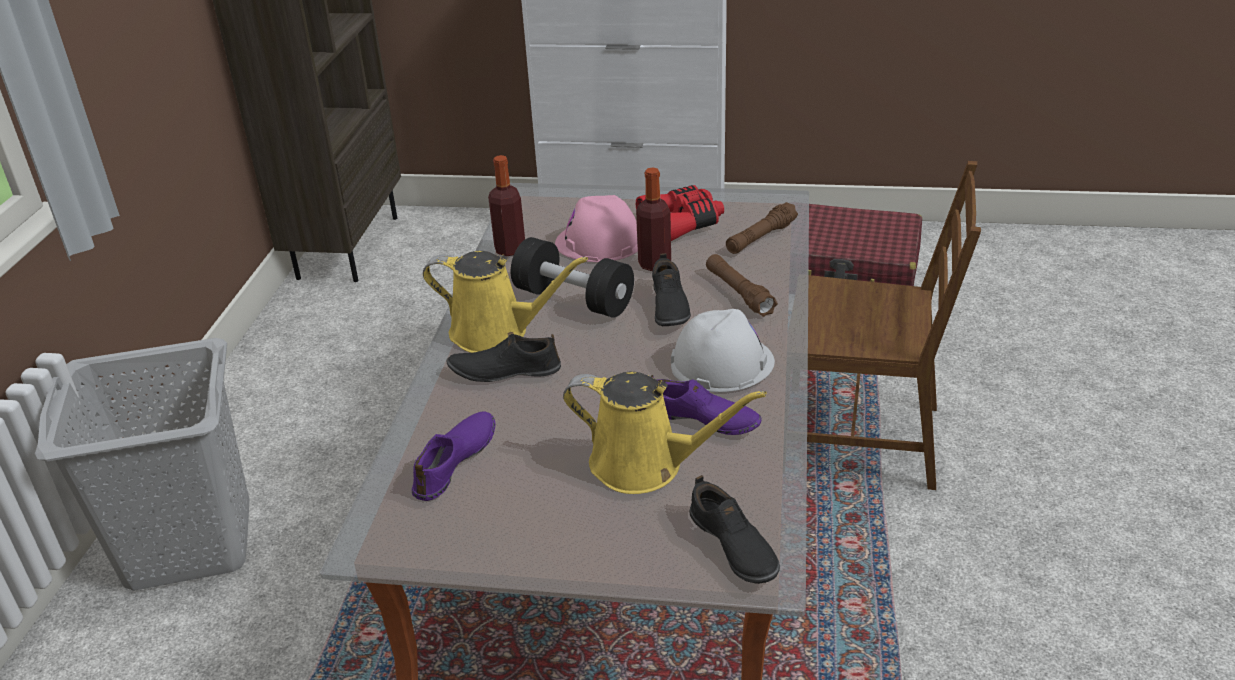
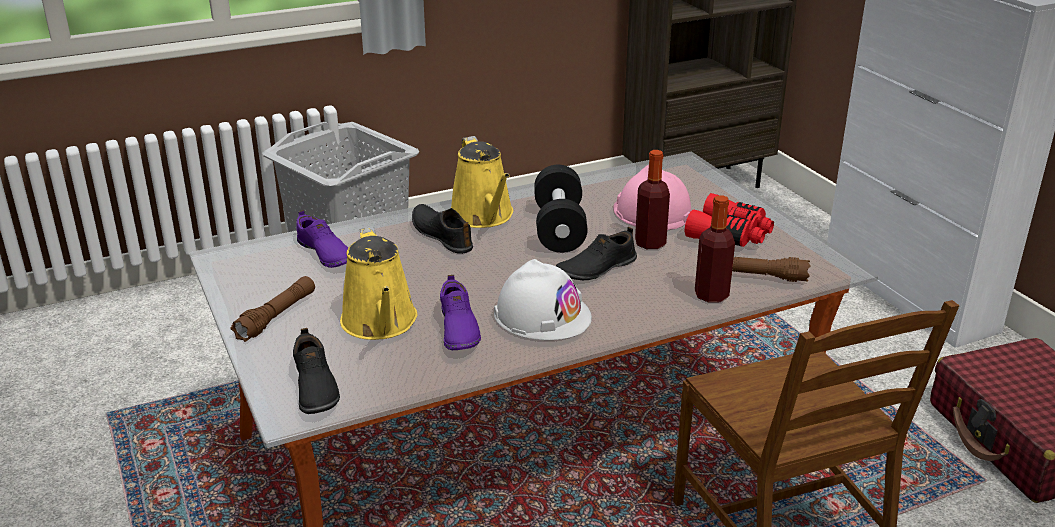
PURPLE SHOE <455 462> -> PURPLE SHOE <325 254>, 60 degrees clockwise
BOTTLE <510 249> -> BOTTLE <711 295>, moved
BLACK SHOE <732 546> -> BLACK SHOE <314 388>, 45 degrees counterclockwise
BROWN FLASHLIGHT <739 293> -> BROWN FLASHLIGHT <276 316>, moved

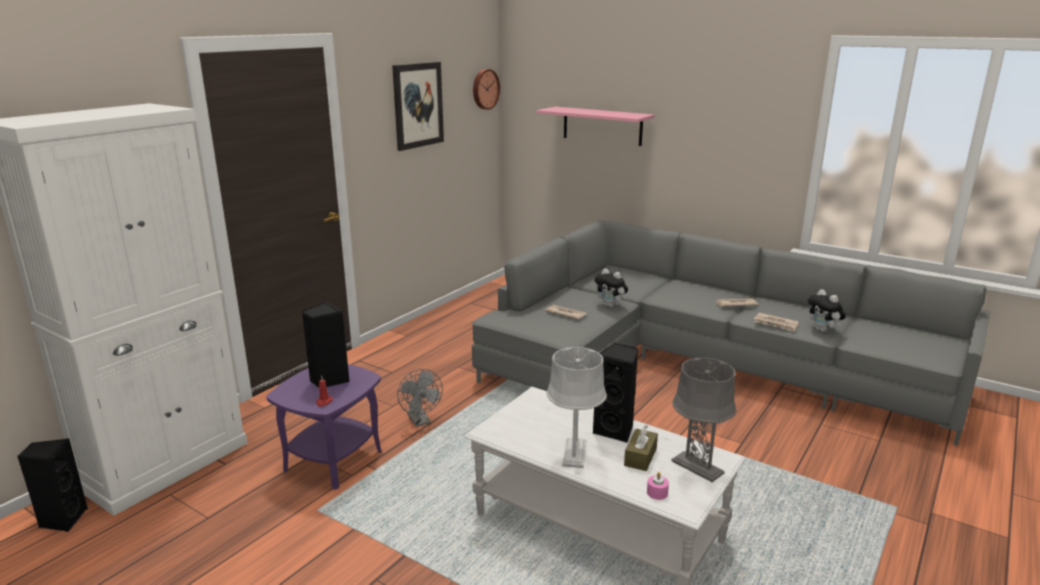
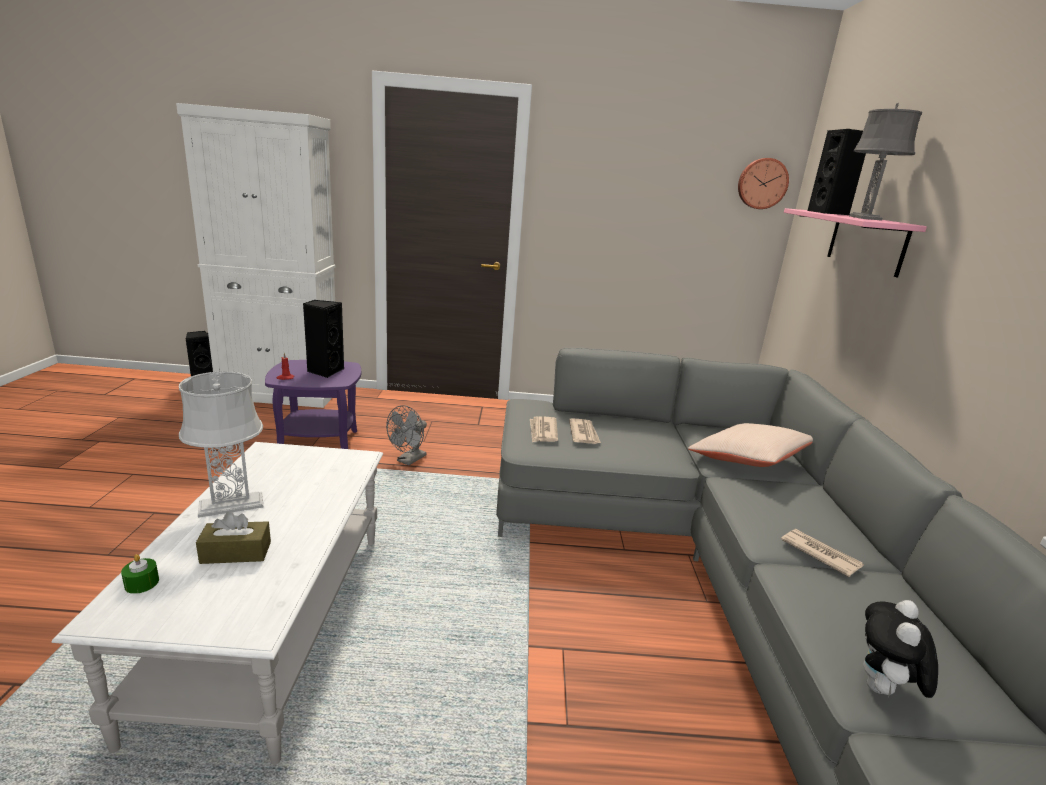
PICTURE <418 105> -> none
BLACK SPEAKER <616 430> -> BLACK SPEAKER <829 213>, moved
PLUSH TOY <611 306> -> none
PINK CANDLE <657 493> -> GREEN CANDLE <142 583>
GREY TABLE LAMP <698 467> -> GREY TABLE LAMP <865 218>, moved
NEWSPAPER <775 324> -> NEWSPAPER <543 431>, moved
none -> BEIGE PILLOW <748 460>

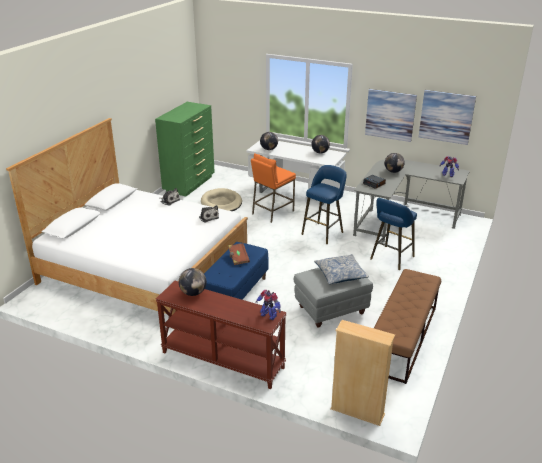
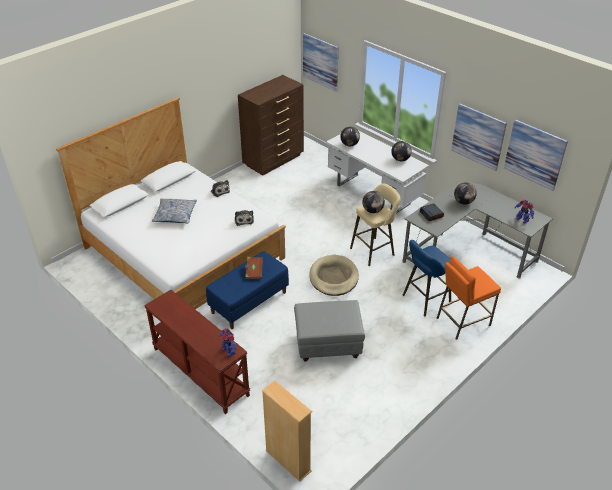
GREEN DRESSER <190 184> -> BROWN DRESSER <274 160>
GLOBE <193 293> -> GLOBE <372 211>, moved
BEIGE DOG BED <221 203> -> BEIGE DOG BED <333 277>, moved
ORANGE STOOL <272 212> -> ORANGE STOOL <462 321>, moved
BLUE STOOL <323 232> -> BEIGE STOOL <374 250>
PILLOW <340 274> -> PILLOW <175 215>, moved
BROWN BENCH <403 338> -> none
none -> PICTURE <320 61>

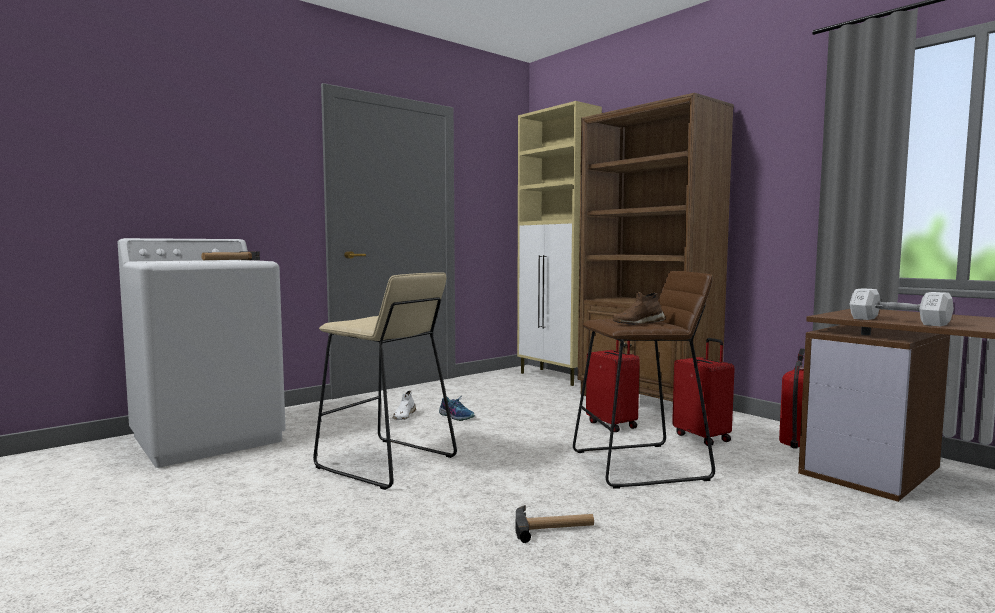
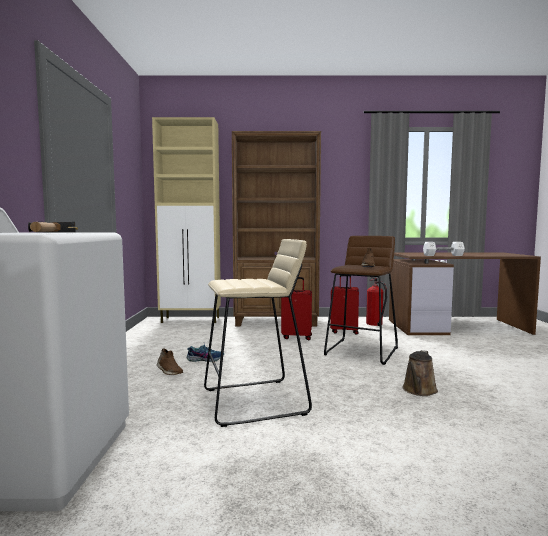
WHITE SHOE <404 416> -> BROWN SHOE <169 371>
HAMMER <554 527> -> BROWN WATERING CAN <419 390>

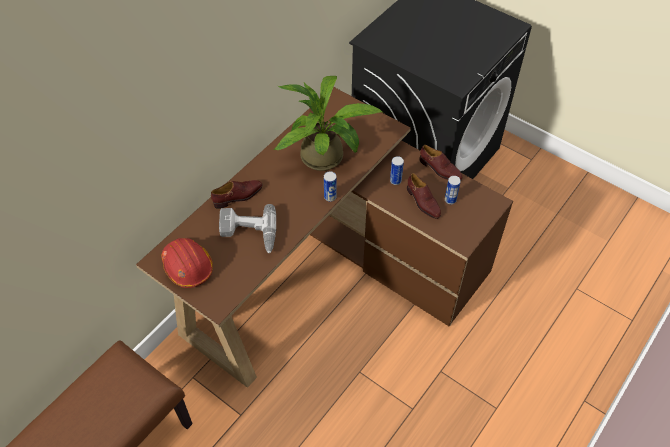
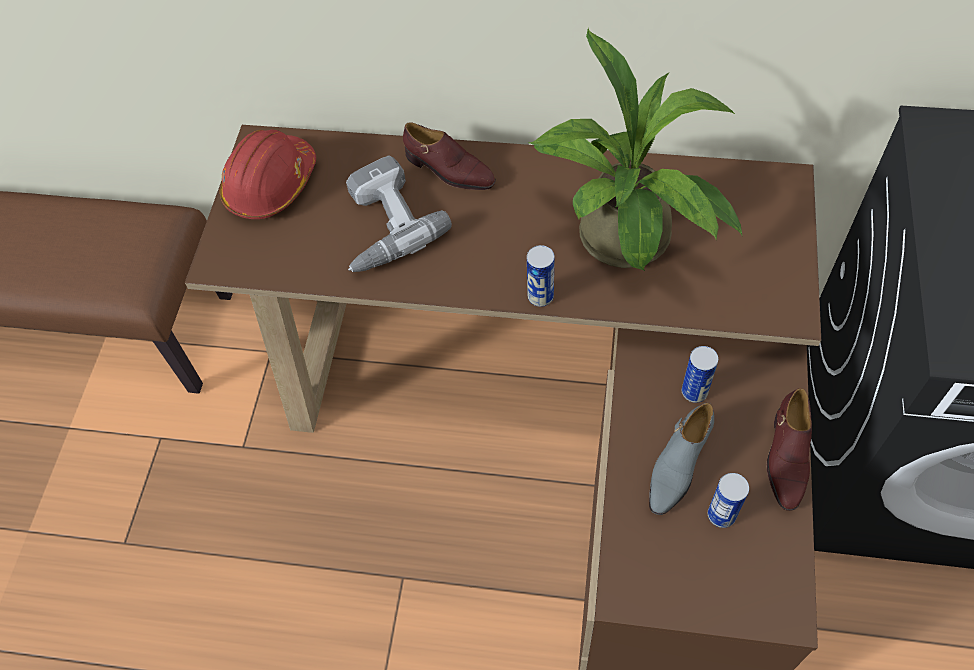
BROWN SHOE <423 202> -> GREY SHOE <677 466>

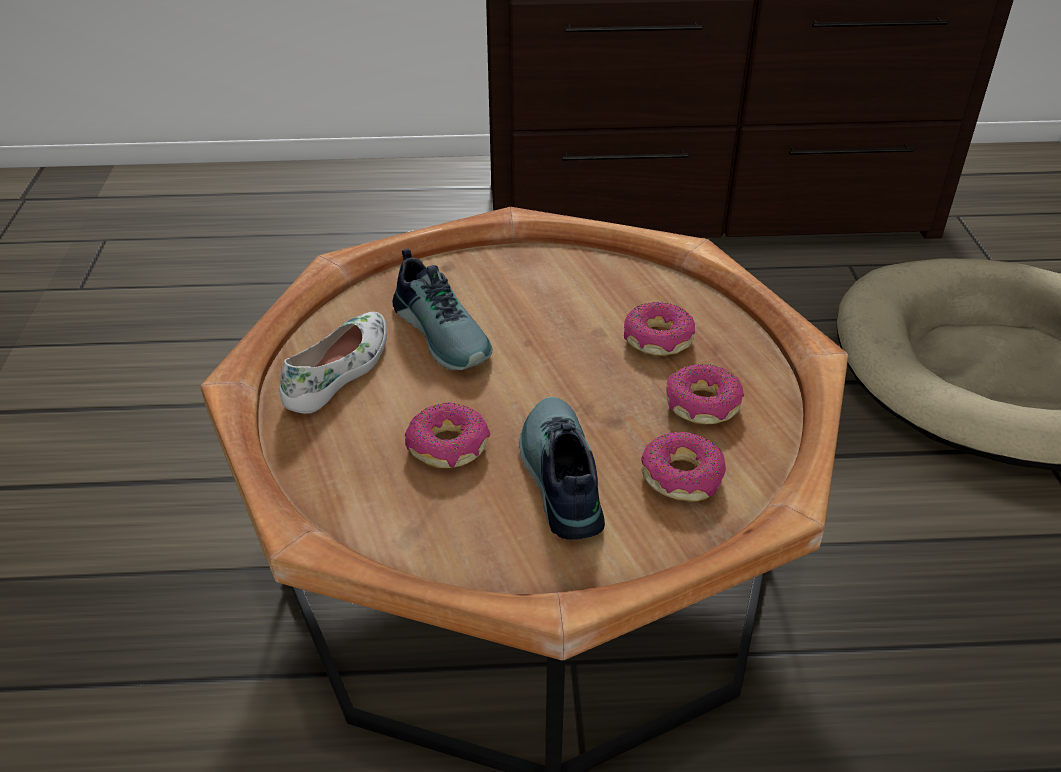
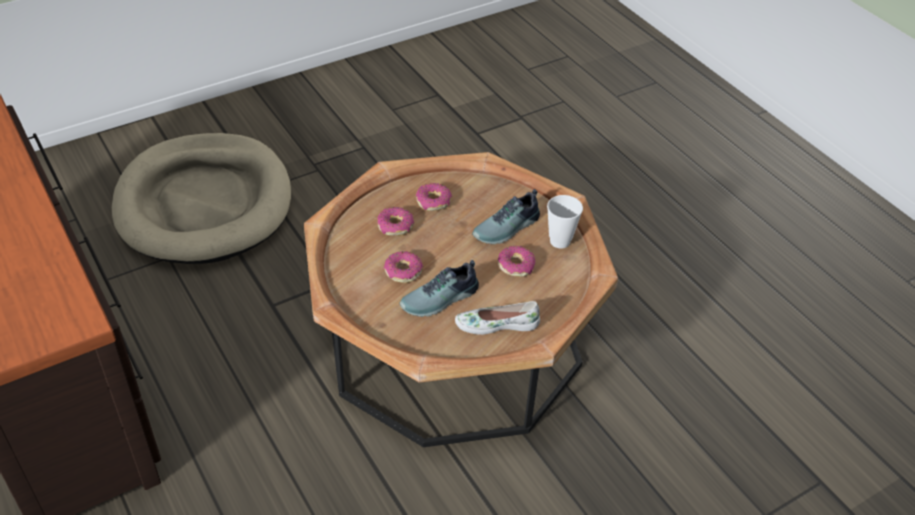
SHOE <444 333> -> SHOE <441 300>, 150 degrees counterclockwise
DONUT <682 476> -> DONUT <403 272>, moved
none -> CUP <560 241>

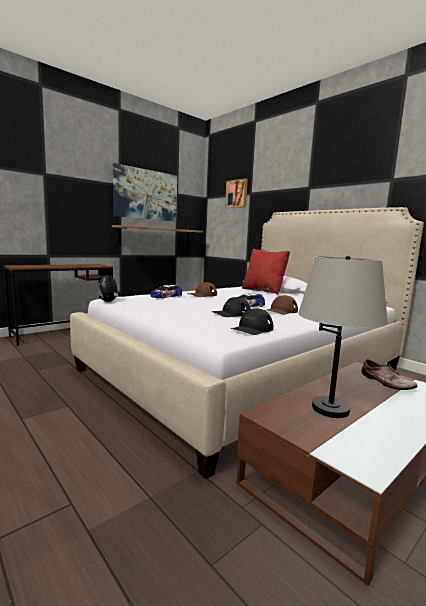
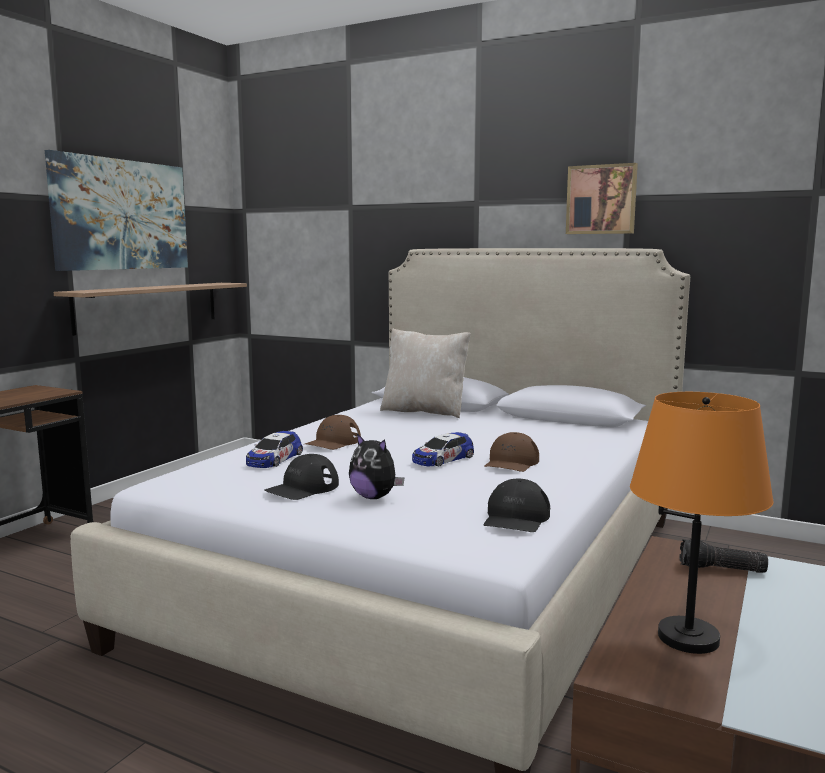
PLUSH TOY <109 301> -> PLUSH TOY <374 497>, moved
BLACK CAP <231 313> -> BLACK CAP <302 488>, moved
PICTURE <237 194> -> PICTURE <601 199>, moved
RED PILLOW <263 291> -> BEIGE PILLOW <425 411>
GREY TABLE LAMP <331 409> -> ORANGE TABLE LAMP <689 638>
SHOE <386 383> -> FLASHLIGHT <721 569>

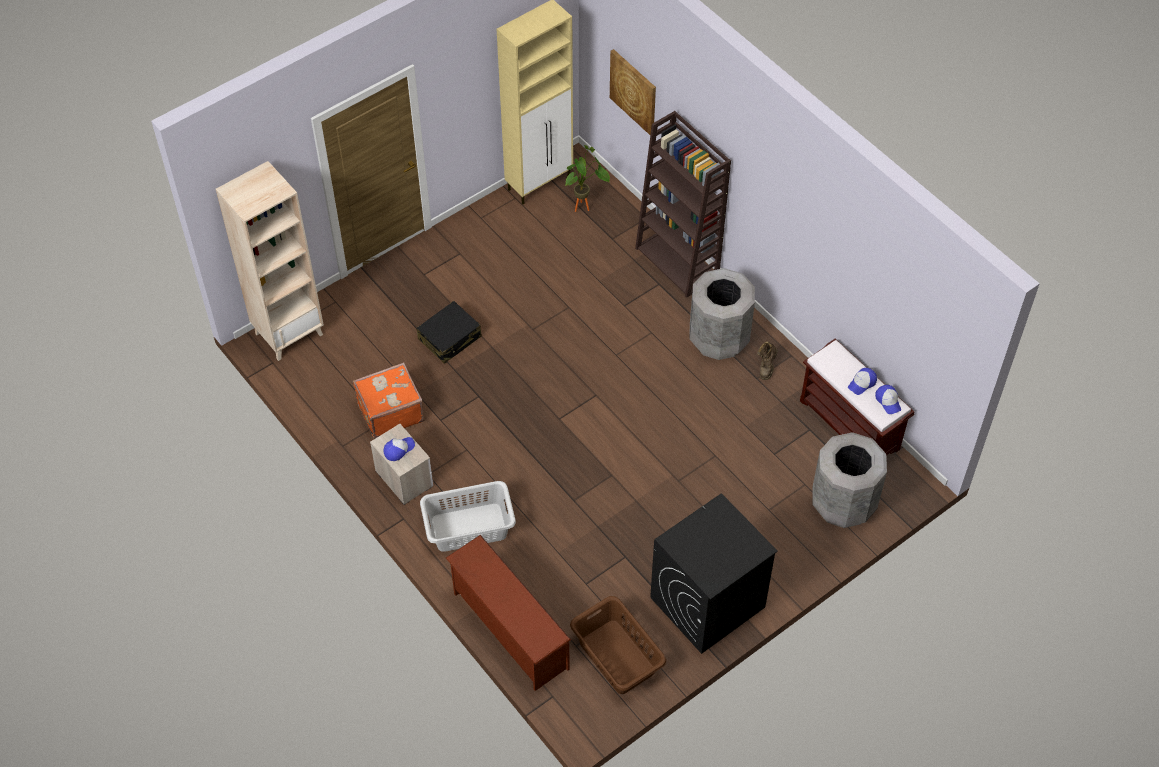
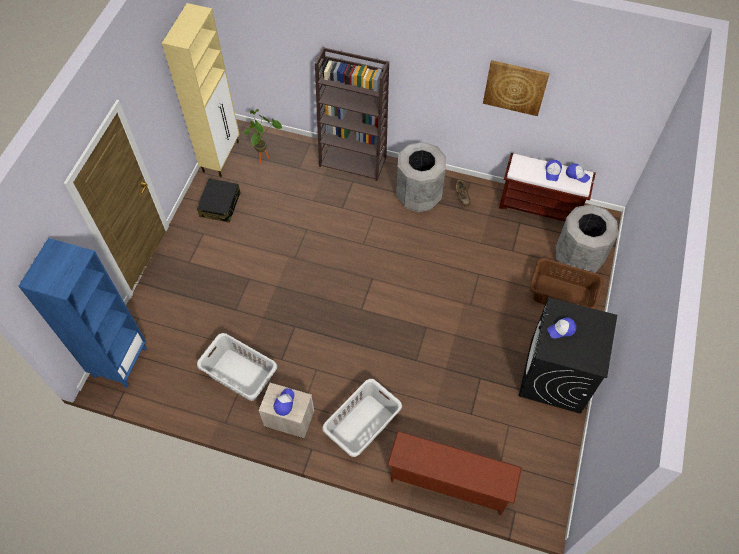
BEIGE BOOKCASE <289 333> -> BLUE BOOKCASE <120 362>
ORANGE SUITCASE <389 411> -> GREY LAUNDRY BASKET <240 375>
BLACK SUITCASE <450 338> -> BLACK SUITCASE <220 205>, moved
BROWN LAUNDRY BASKET <617 657> -> BROWN LAUNDRY BASKET <561 295>, moved
PICTURE <633 91> -> PICTURE <515 87>, moved
none -> CAP <561 330>

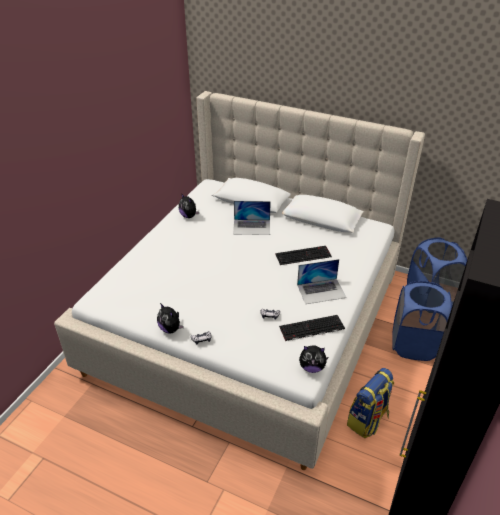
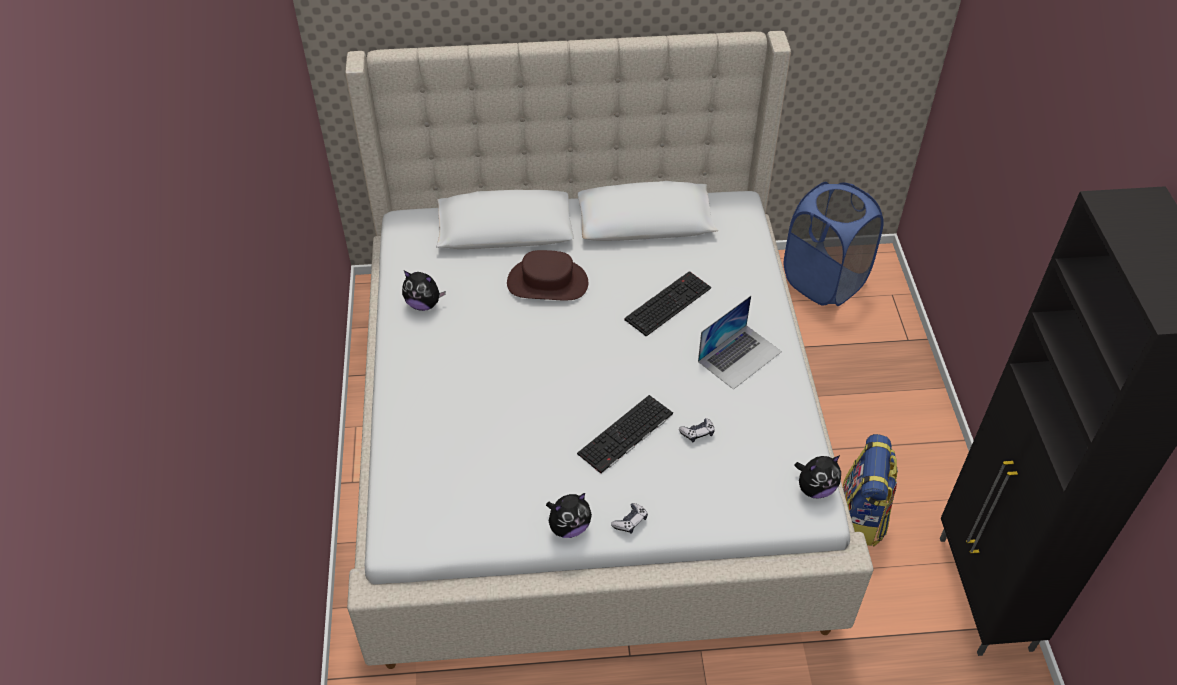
PLUSH TOY <171 329> -> PLUSH TOY <569 527>, 45 degrees counterclockwise
LAPTOP <252 227> -> BROWN HAT <547 282>
KEYBOARD <311 328> -> KEYBOARD <626 435>, moved
BLUE LAUNDRY BASKET <413 345> -> none

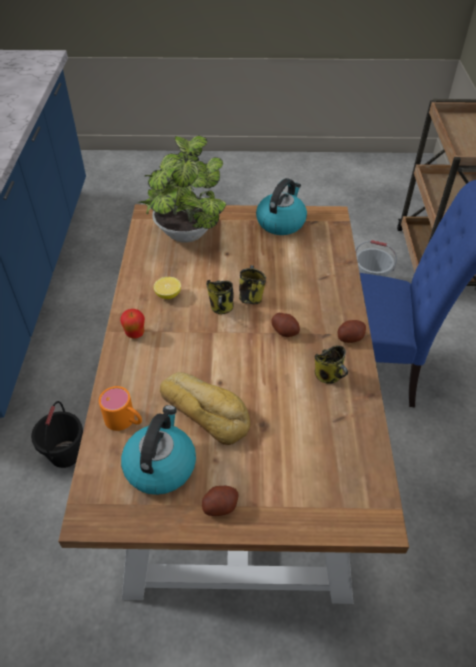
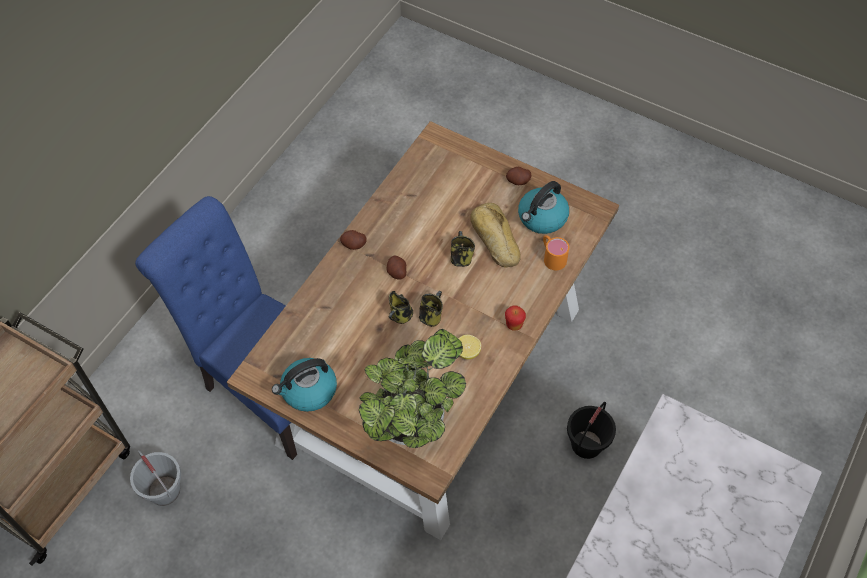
MUG <329 376> -> MUG <460 258>, moved

